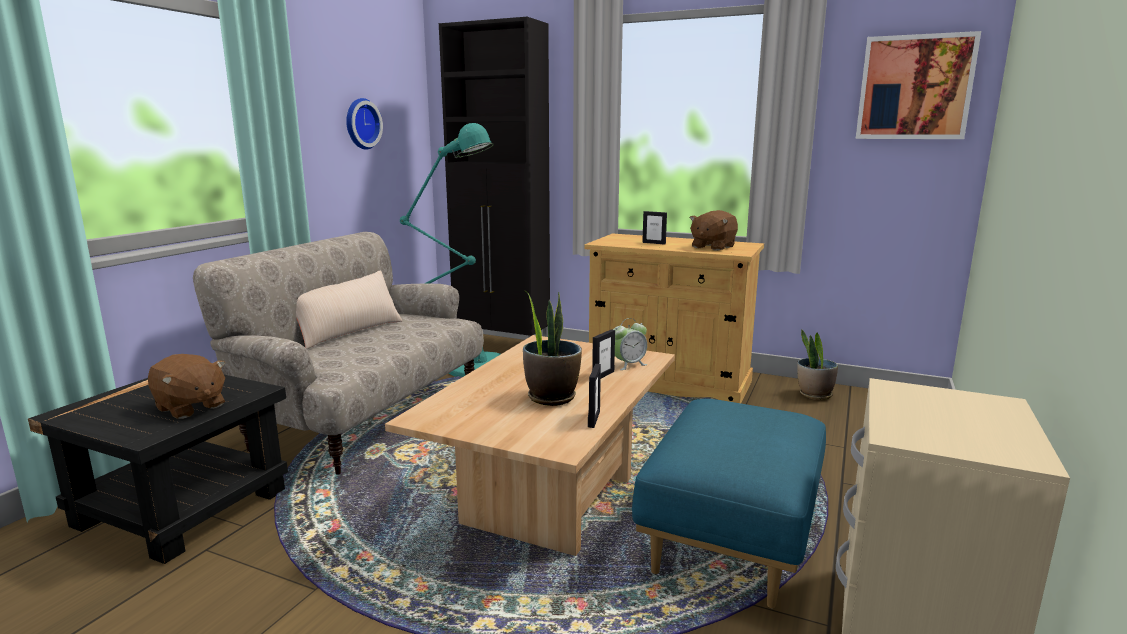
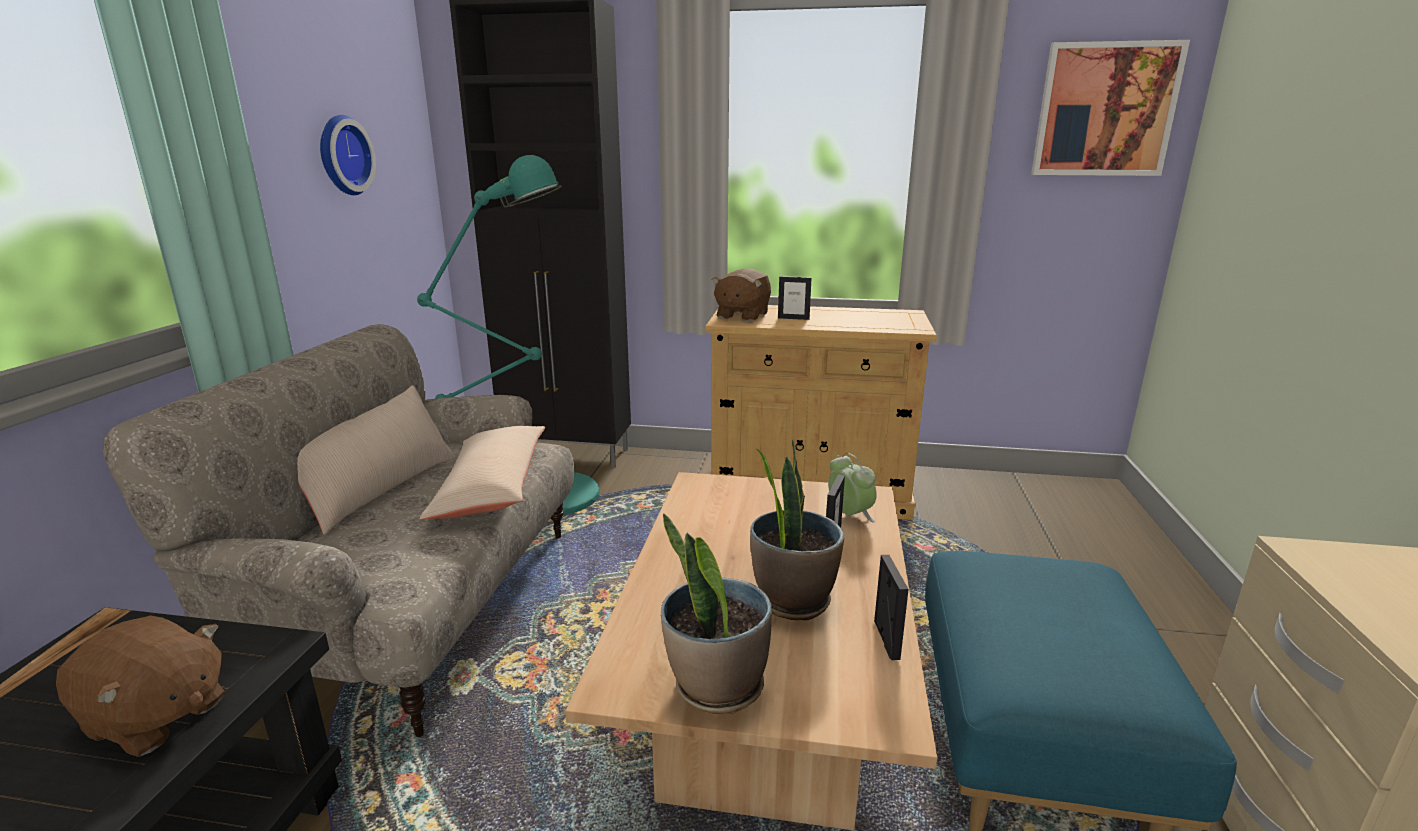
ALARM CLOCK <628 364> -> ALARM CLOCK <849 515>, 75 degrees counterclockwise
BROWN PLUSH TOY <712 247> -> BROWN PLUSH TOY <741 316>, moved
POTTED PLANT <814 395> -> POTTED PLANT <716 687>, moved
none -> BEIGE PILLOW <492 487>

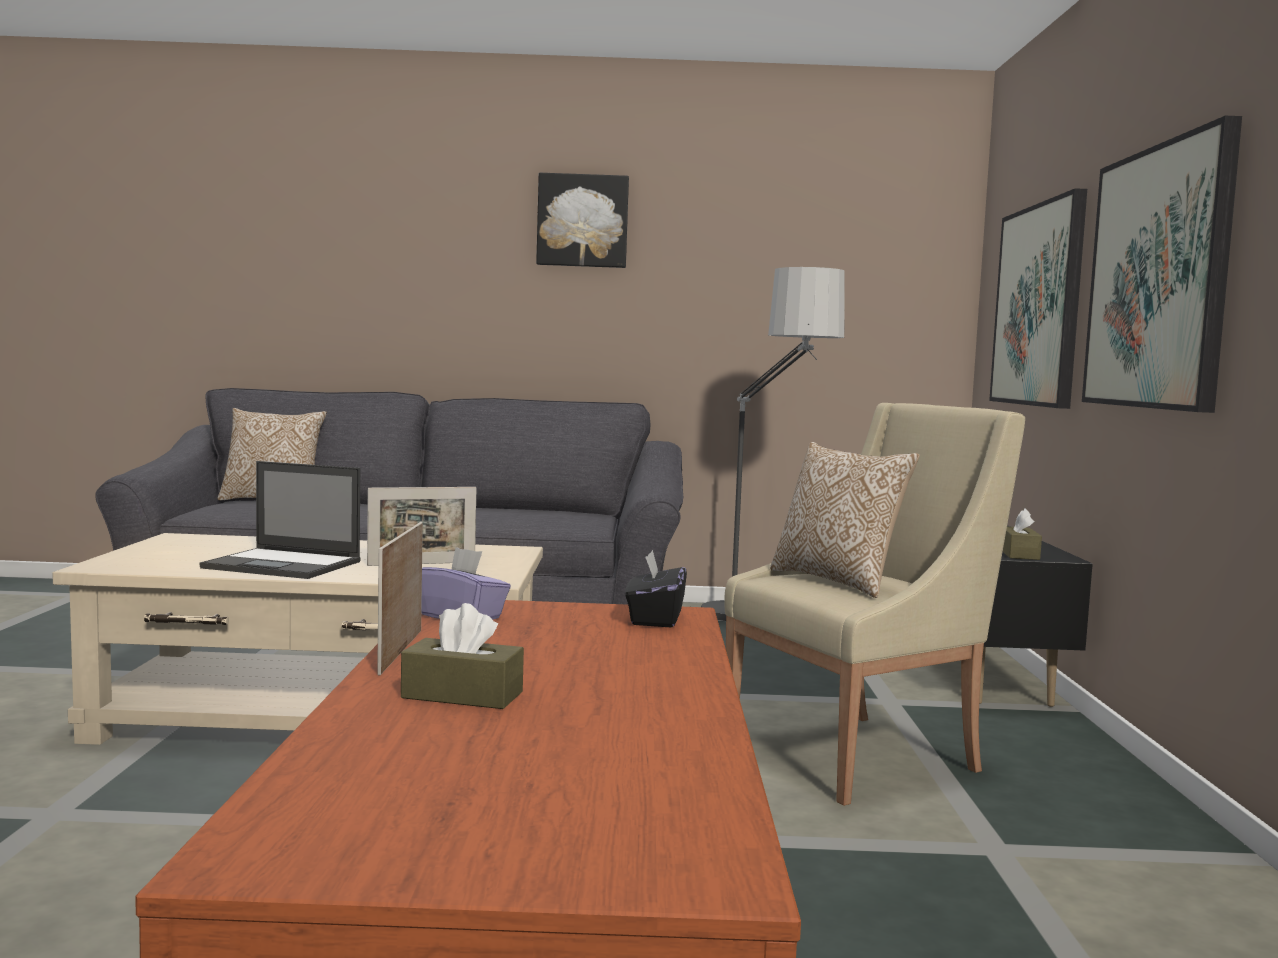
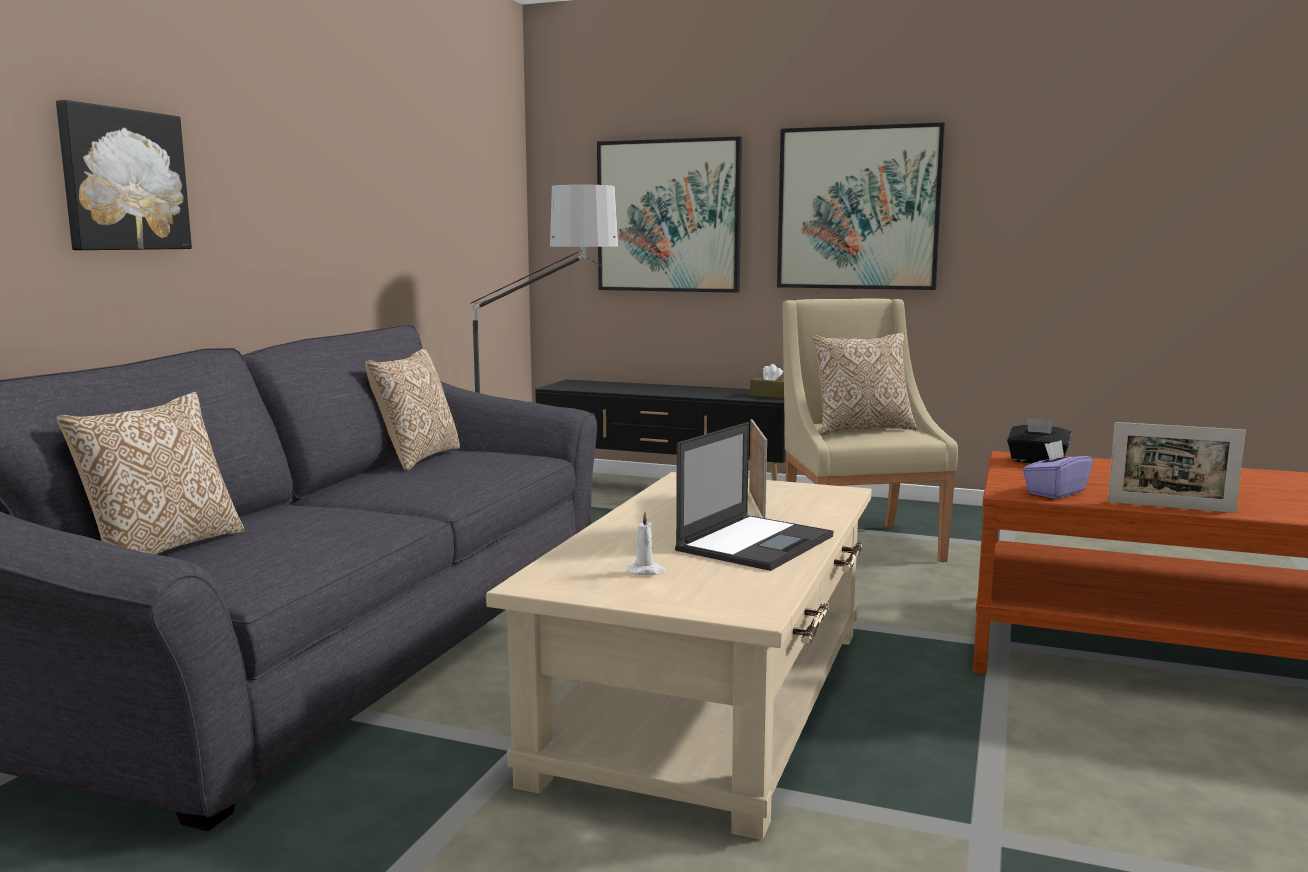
BROWN TISSUE BOX <462 695> -> none
PICTURE <582 221> -> PICTURE <122 180>, moved
none -> PILLOW <416 458>
none -> WHITE CANDLE <646 571>

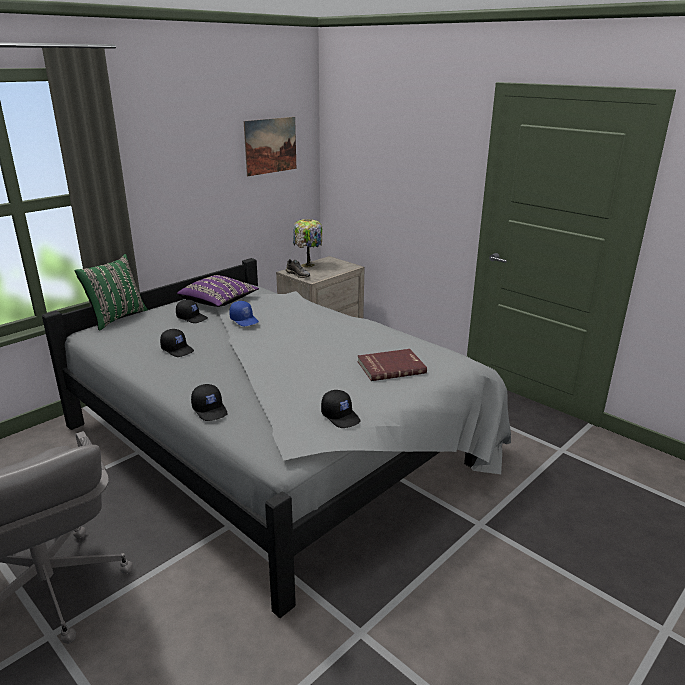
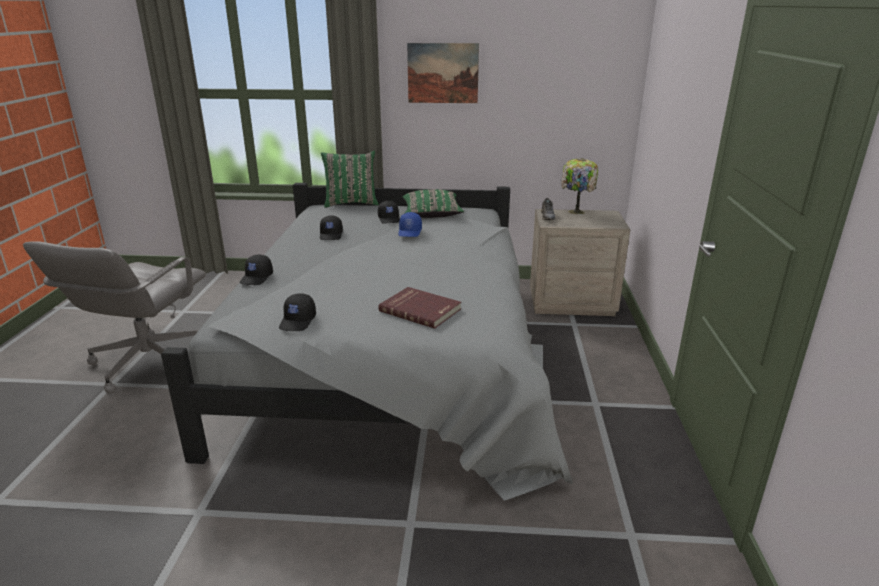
PURPLE PILLOW <219 302> -> GREEN PILLOW <432 215>
PICTURE <270 146> -> PICTURE <443 73>, moved

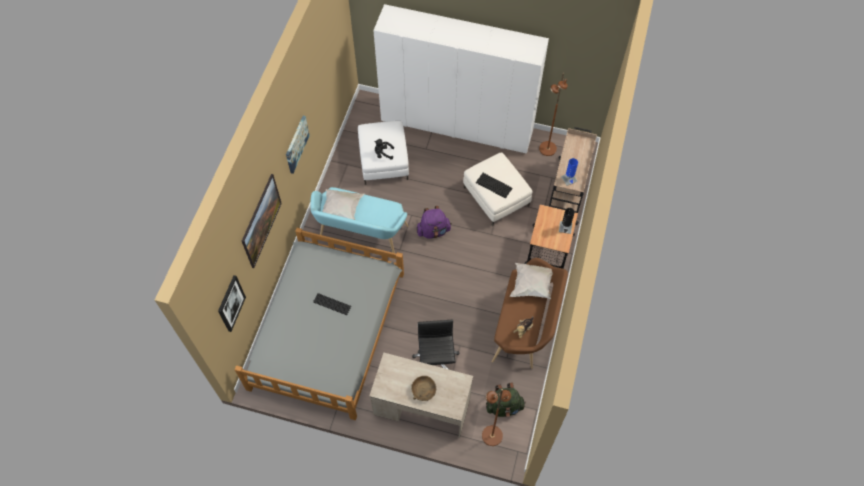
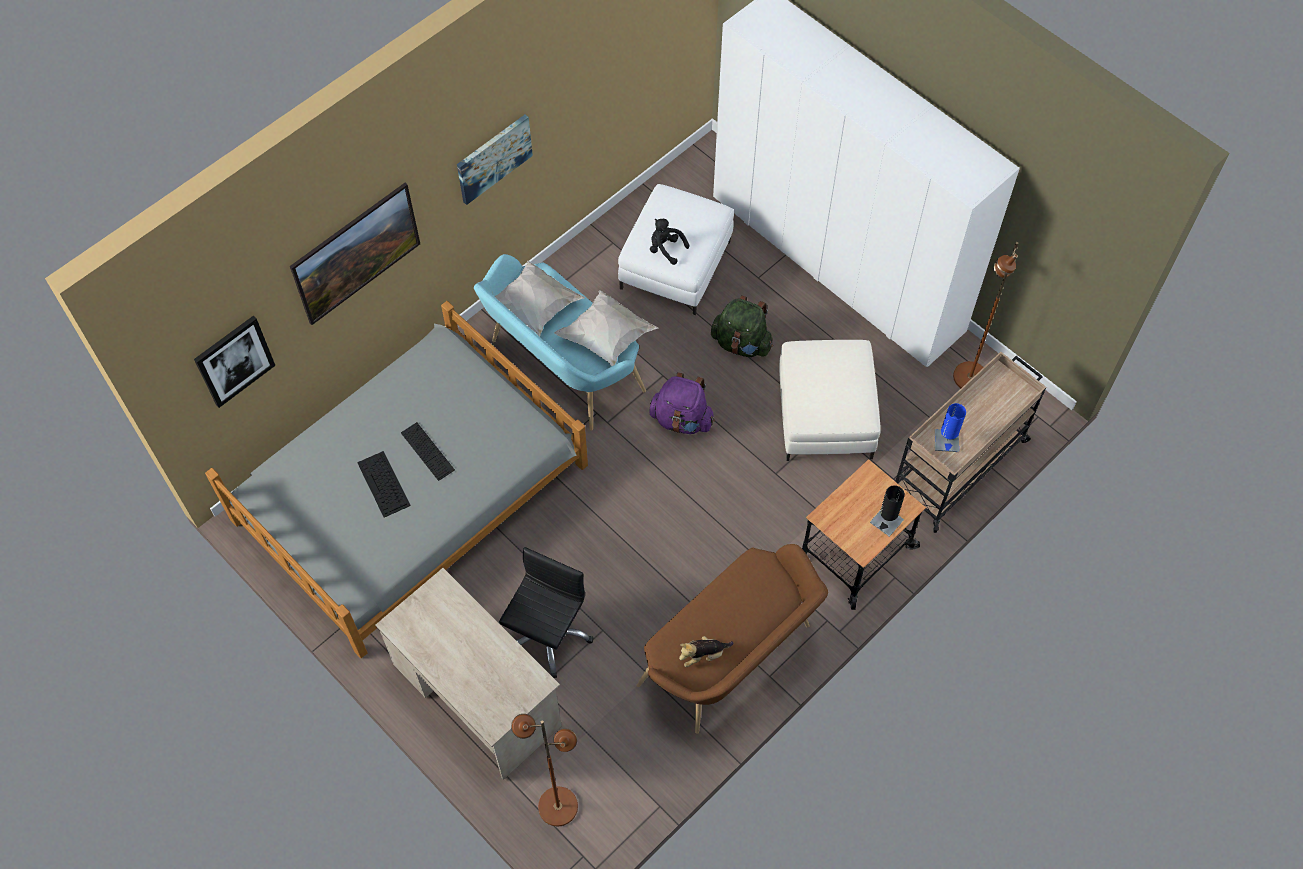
BROWN BOWL <423 390> -> none
KEYBOARD <494 185> -> KEYBOARD <384 484>, moved
GREEN BACKPACK <504 407> -> GREEN BACKPACK <741 343>, moved
WHITE PILLOW <532 285> -> WHITE PILLOW <607 338>, moved

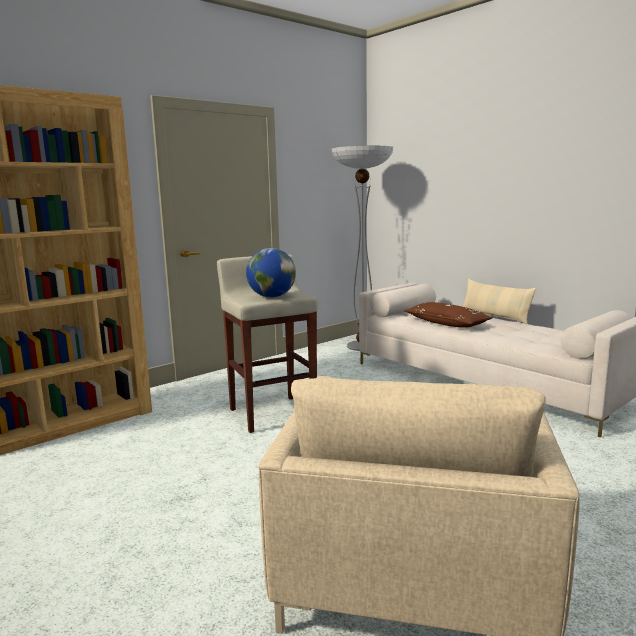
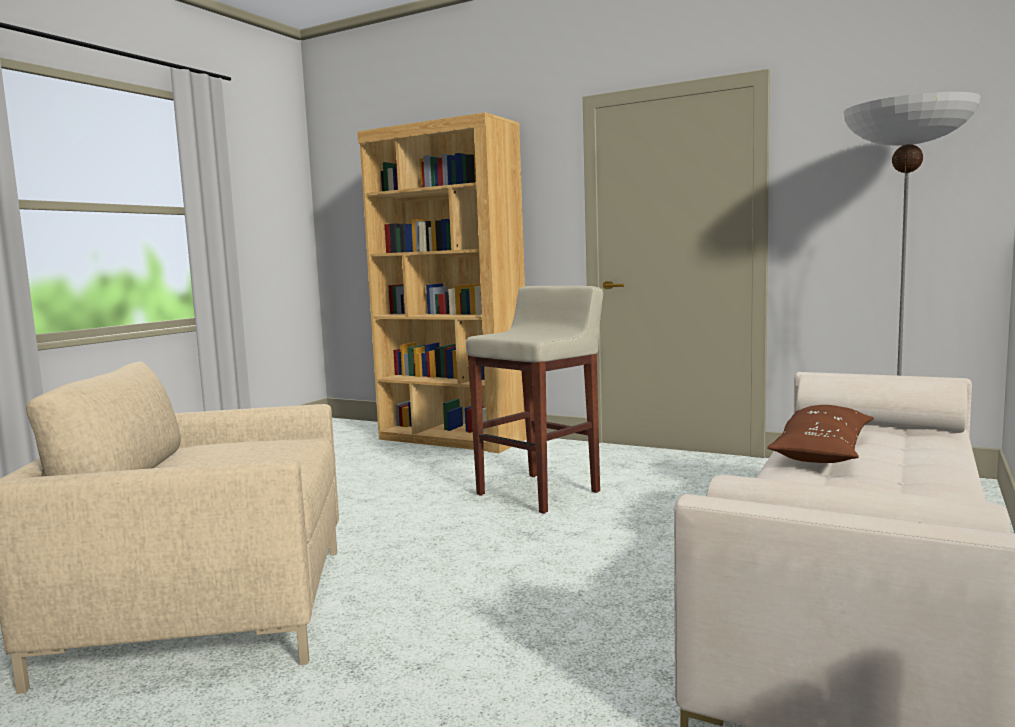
GLOBE <271 297> -> none
BEIGE PILLOW <494 317> -> none

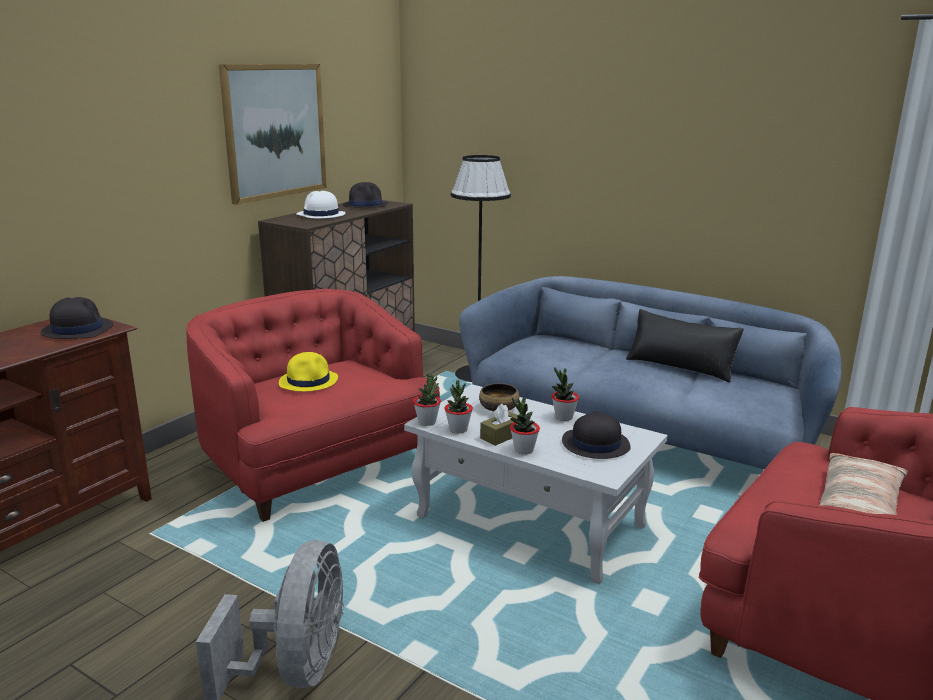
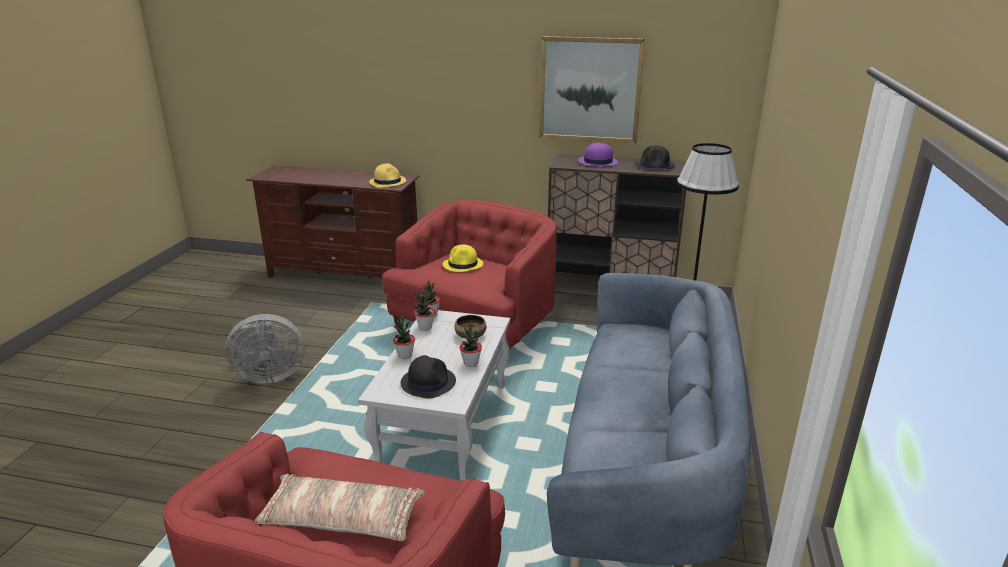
BLACK HAT <77 329> -> YELLOW HAT <387 182>
WHITE HAT <320 215> -> PURPLE HAT <597 162>
BROWN TISSUE BOX <501 436> -> none
BLACK PILLOW <680 366> -> none

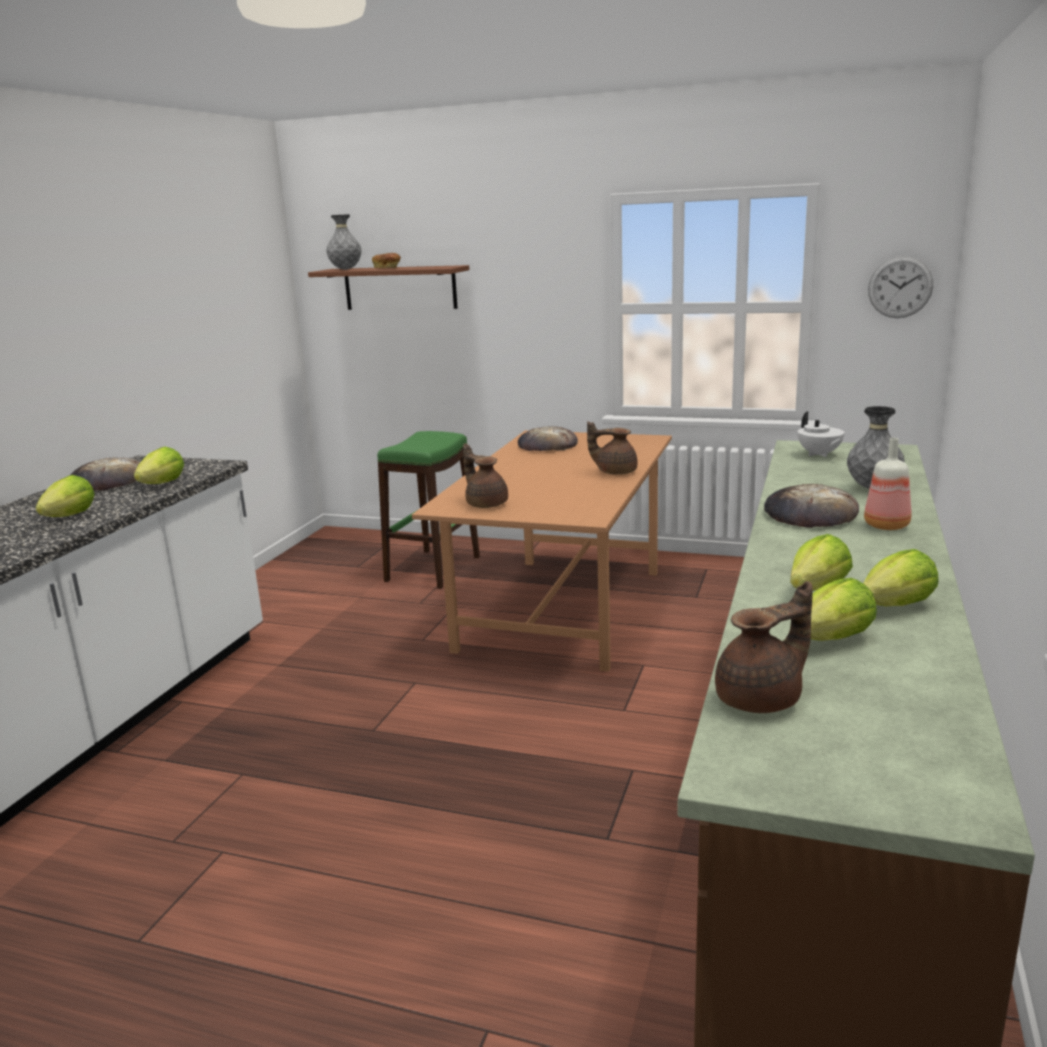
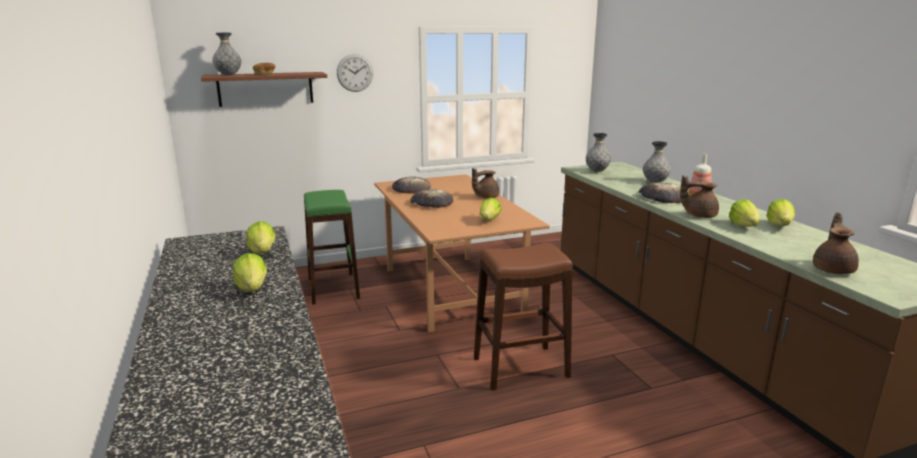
BREAD <108 481> -> BREAD <431 203>, moved
BROWN TEAPOT <486 504> -> BROWN TEAPOT <699 215>, moved
WHITE TEAPOT <819 454> -> GREY VASE <597 171>
LETTUCE <834 639> -> LETTUCE <489 220>, moved
WALL CLOCK <900 287> -> WALL CLOCK <355 73>, moved
none -> BROWN STOOL <520 368>

